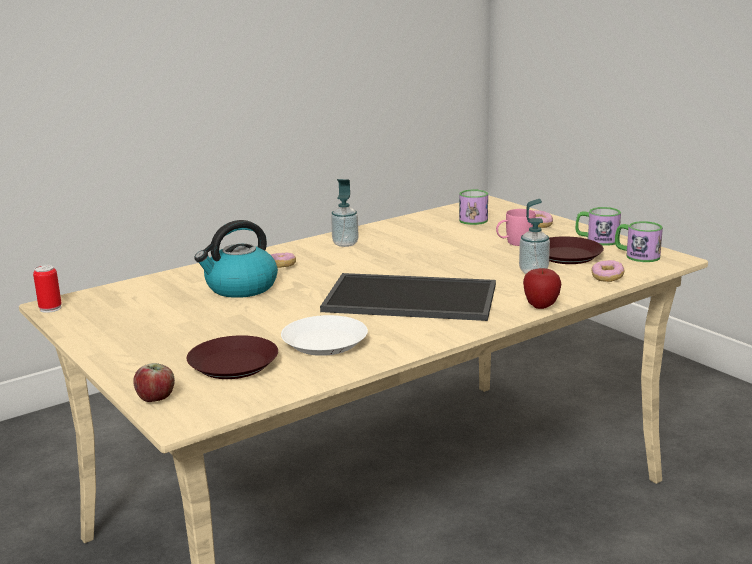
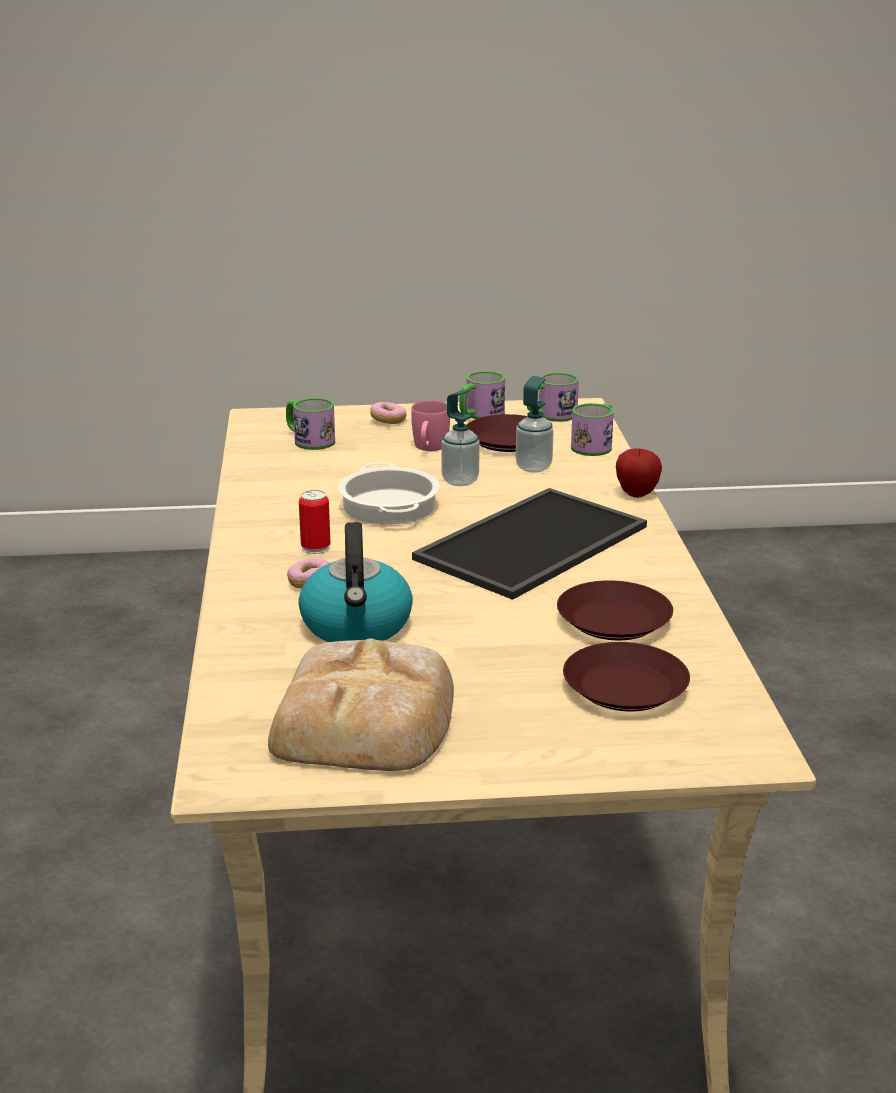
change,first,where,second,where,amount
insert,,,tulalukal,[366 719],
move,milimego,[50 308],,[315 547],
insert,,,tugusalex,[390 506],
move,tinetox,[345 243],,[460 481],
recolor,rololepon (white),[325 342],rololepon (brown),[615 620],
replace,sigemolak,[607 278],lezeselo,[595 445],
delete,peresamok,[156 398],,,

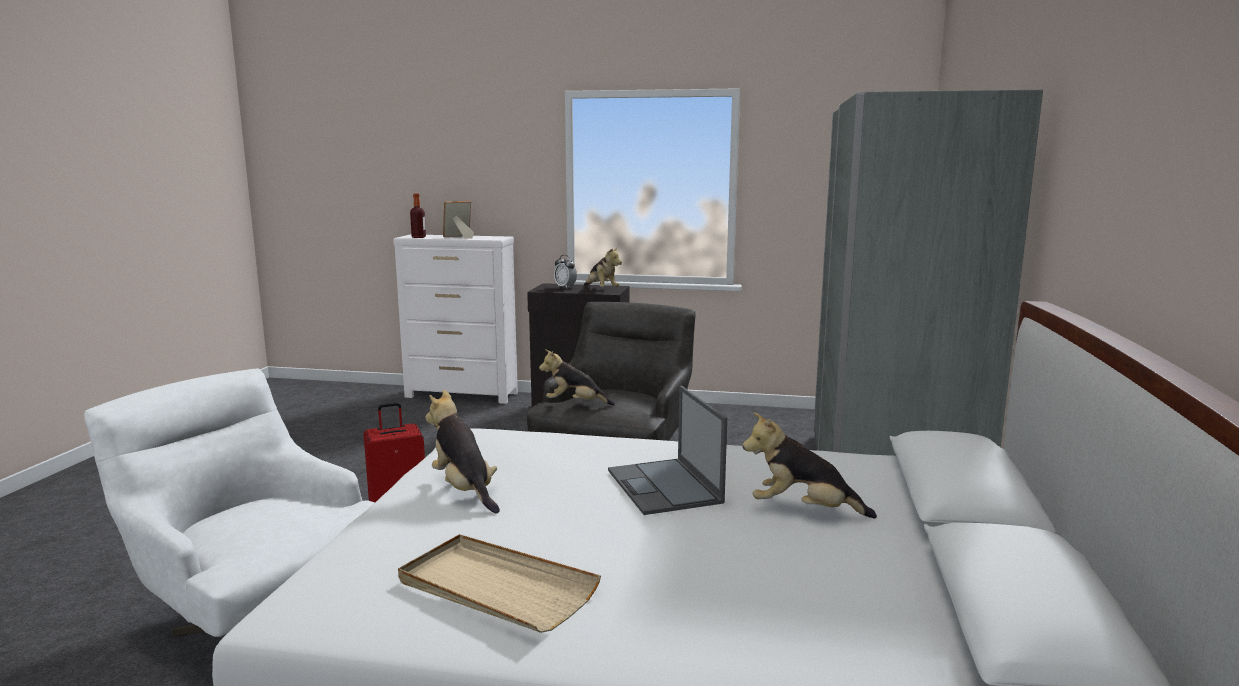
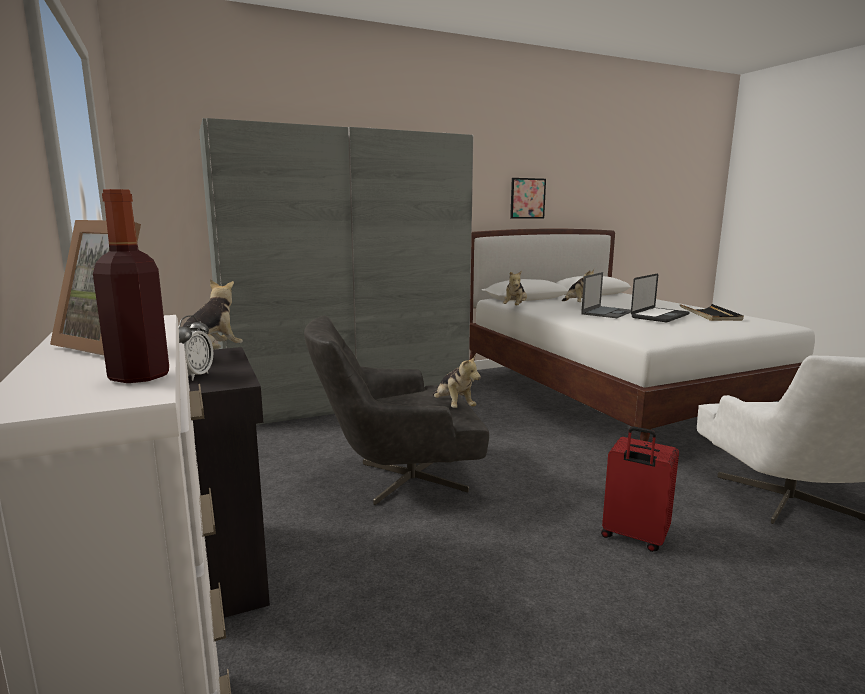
change,first,where,second,where,amount
move,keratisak,[464 490],,[515 307],
insert,,,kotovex,[527 198],
insert,,,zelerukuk,[660 316],
recolor,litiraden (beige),[495 588],litiraden (black),[710 315],

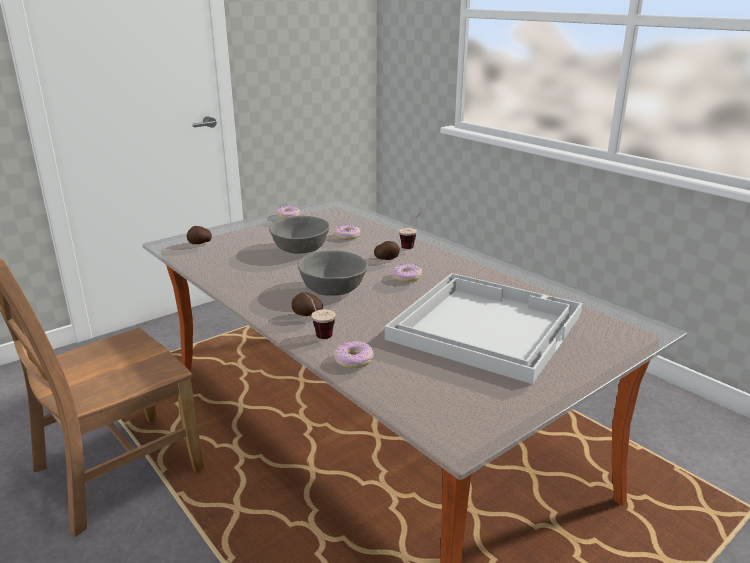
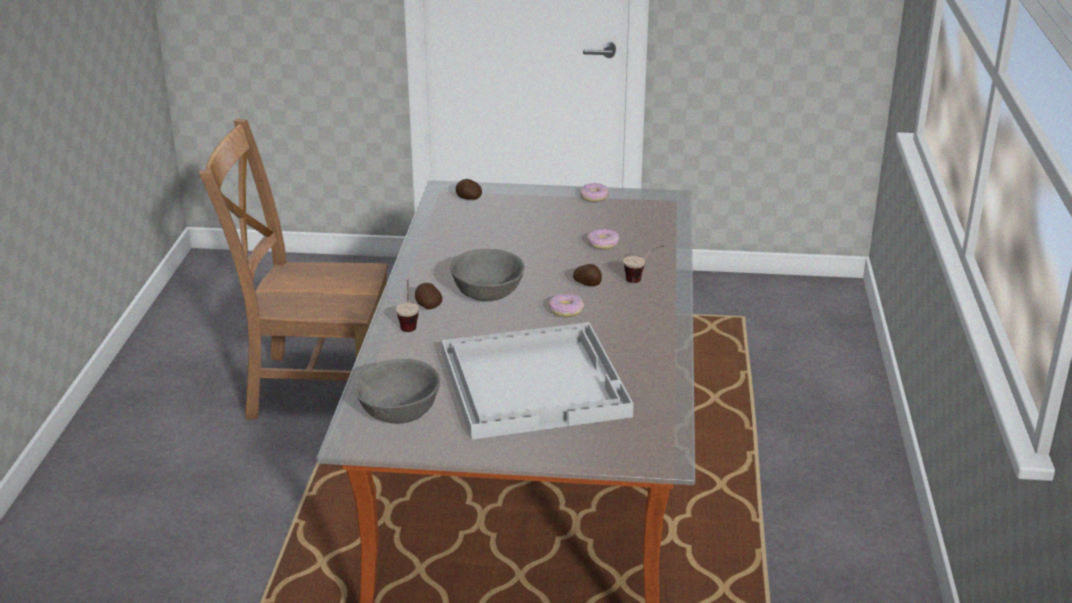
change,first,where,second,where,amount
move,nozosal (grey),[300 249],,[398 411],
delete,sigemolak,[354 360],,,

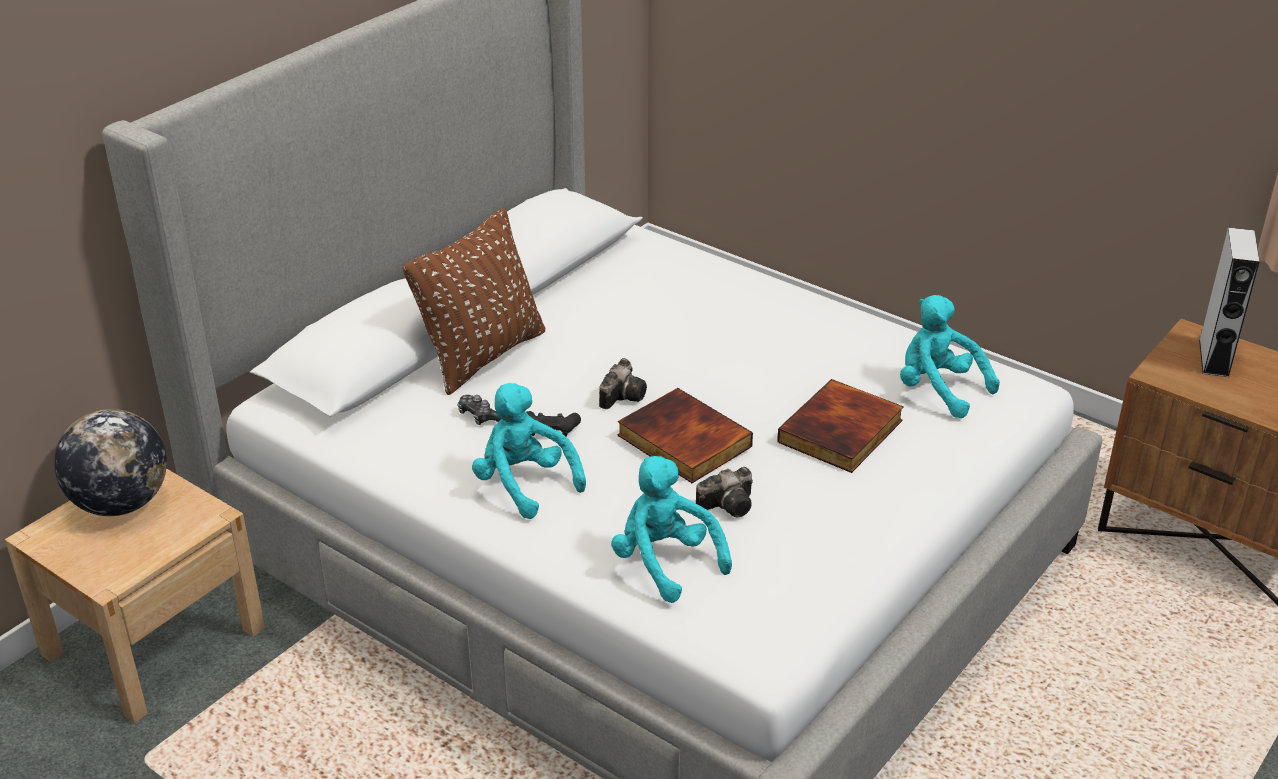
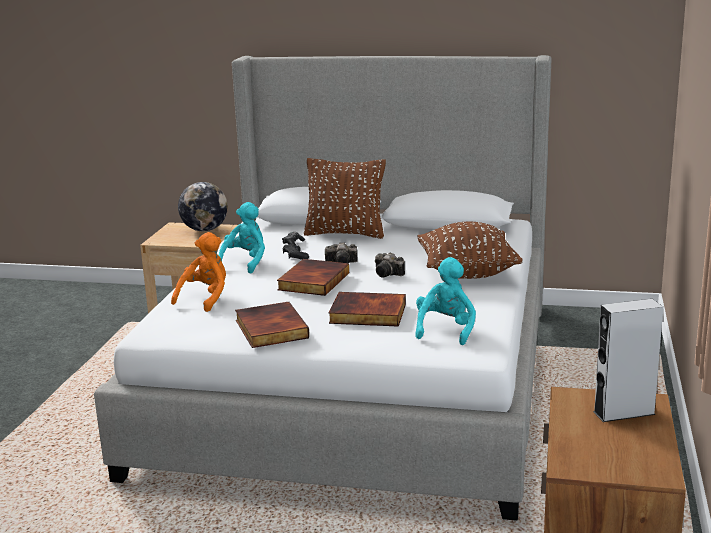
change,first,where,second,where,amount
recolor,keratisak (turquoise),[665 562],keratisak (orange),[206 298],
insert,,,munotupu,[269 329],
move,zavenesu,[730 504],,[388 274],
insert,,,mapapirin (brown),[467 273],

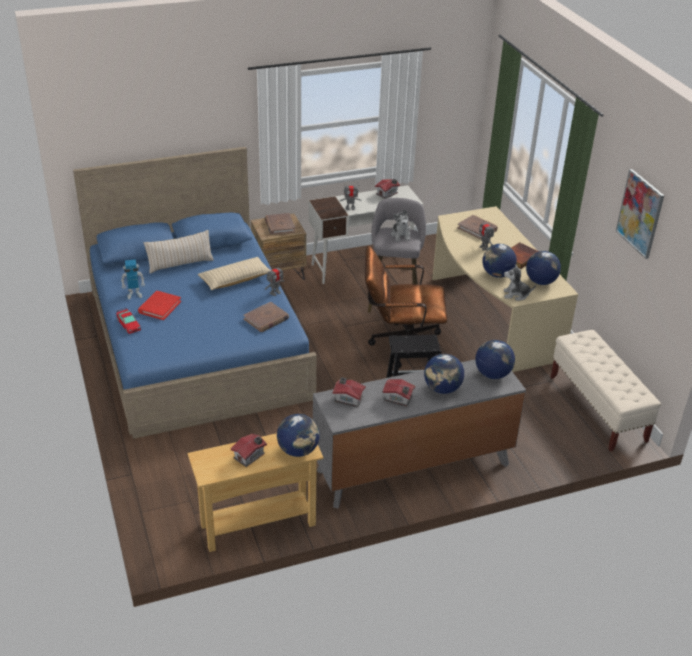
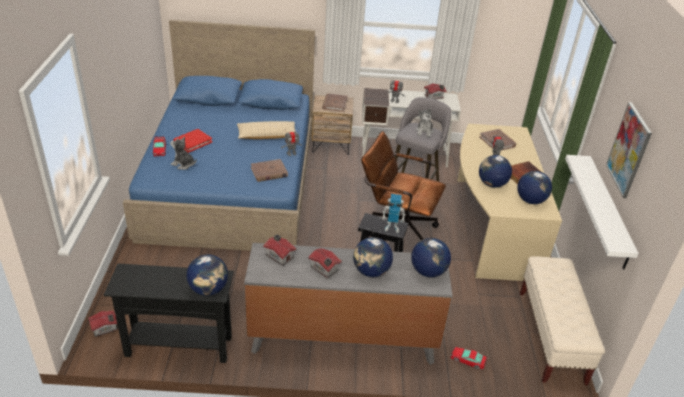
change,first,where,second,where,amount
move,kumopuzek,[250 456],,[105 328],
recolor,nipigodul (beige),[258 525],nipigodul (black),[179 346],
move,keratisak,[516 295],,[183 164],
move,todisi,[134 294],,[392 227],
insert,,,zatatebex,[468 360],
insert,,,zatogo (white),[608 212],
delete,mapapirin (beige),[180 264],,,

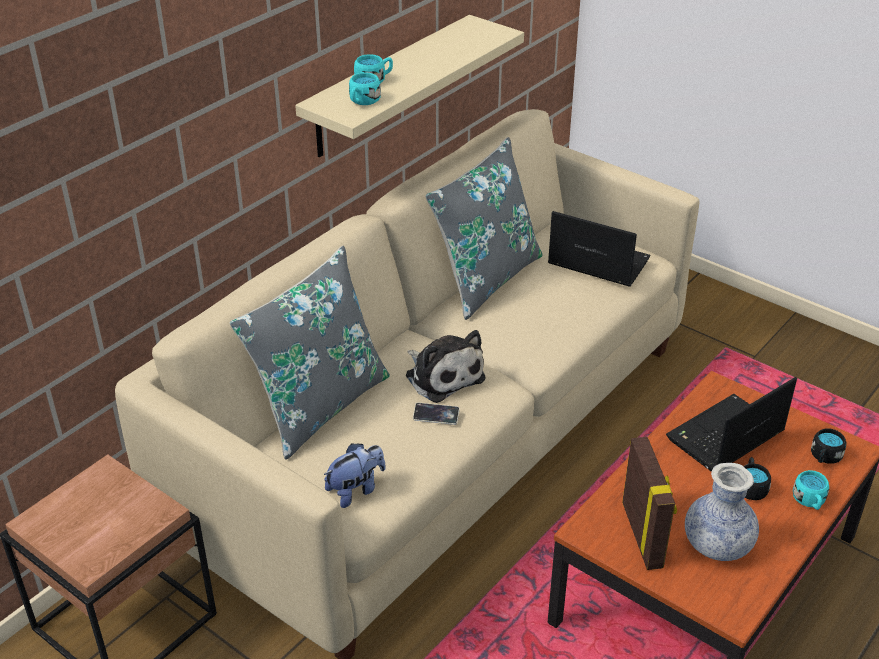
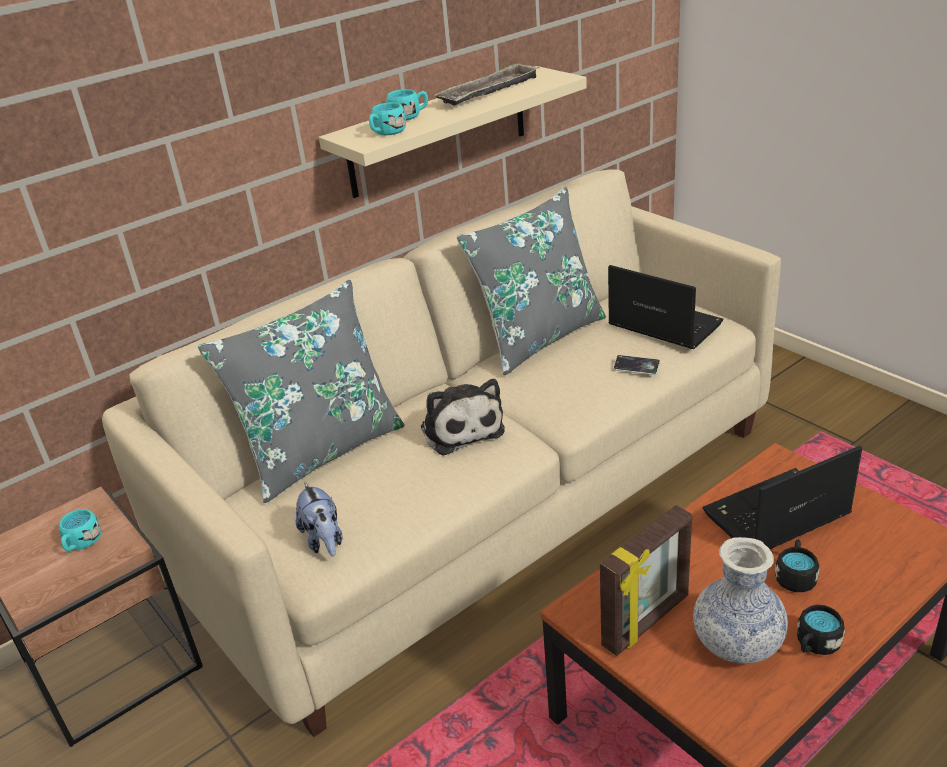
change,first,where,second,where,amount
move,lezeselo (turquoise),[810 501],,[81 543],
rotate,keratisak,[356 490],,[324 540],90 degrees clockwise
insert,,,litiraden,[489 92],
rotate,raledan,[643 535],,[647 622],45 degrees clockwise
move,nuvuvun,[436 416],,[636 367],
move,lezeselo (black),[824 457],,[815 644],

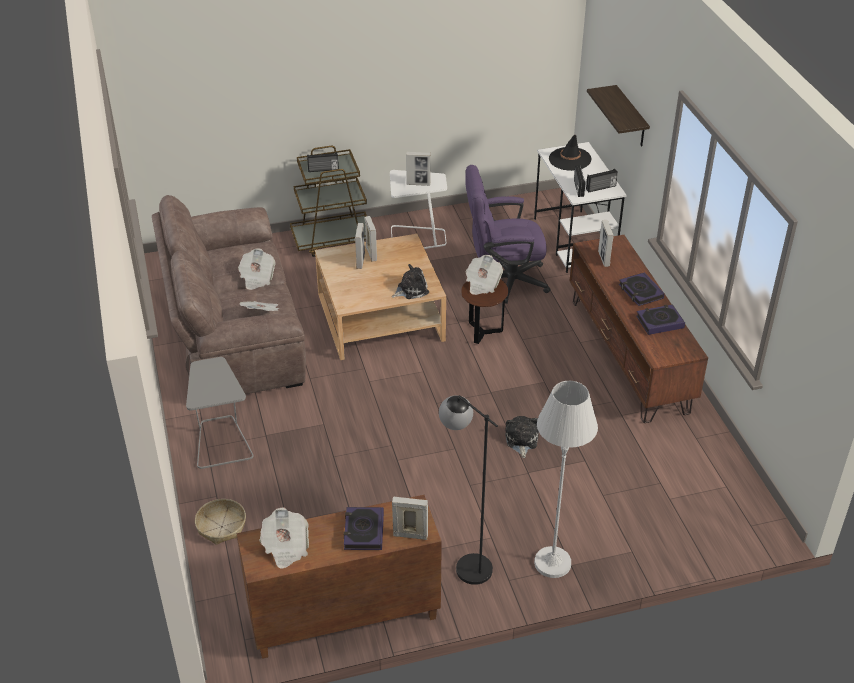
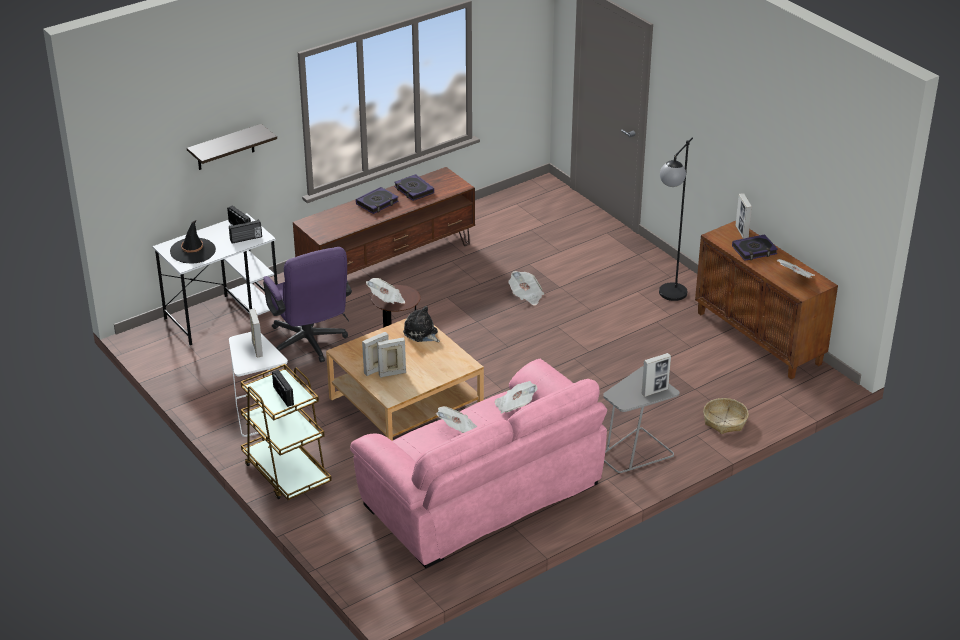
change,first,where,second,where,amount
recolor,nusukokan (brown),[234 334],nusukokan (pink),[483 495],
replace,keratisak,[521 440],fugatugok,[526 296],
move,raledan,[603 259],,[654 391],
delete,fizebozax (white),[552 563],,,

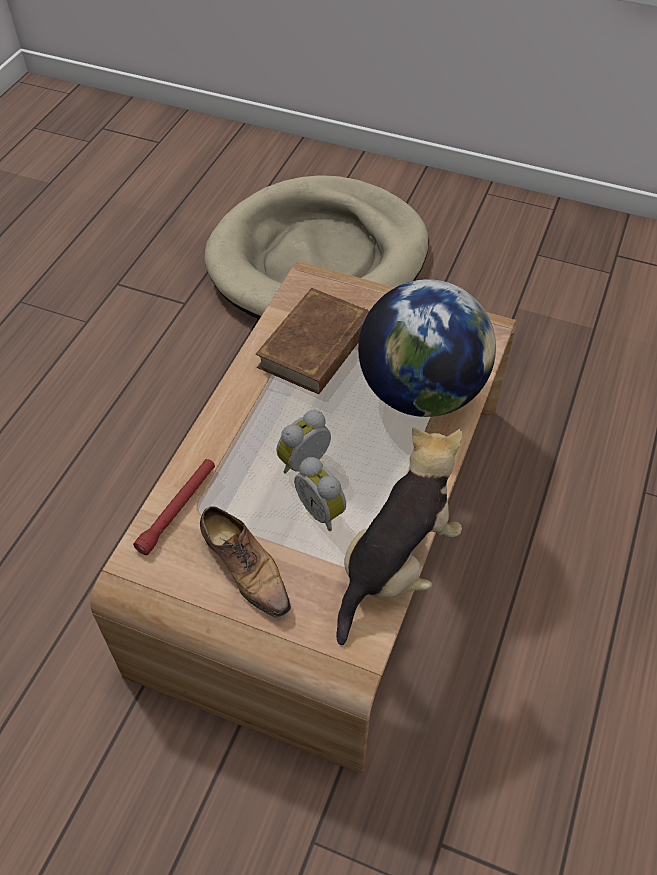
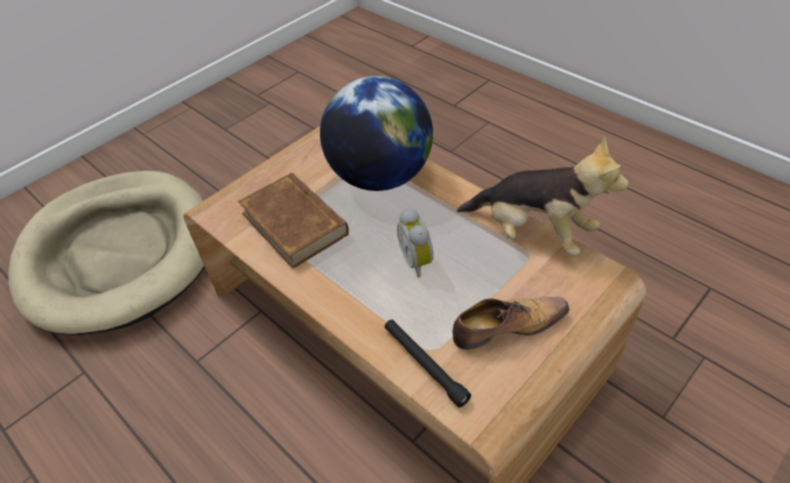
change,first,where,second,where,amount
recolor,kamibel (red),[178 509],kamibel (black),[424 364],
rotate,keratisak,[396 564],,[533 232],150 degrees clockwise
delete,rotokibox,[323 510],,,

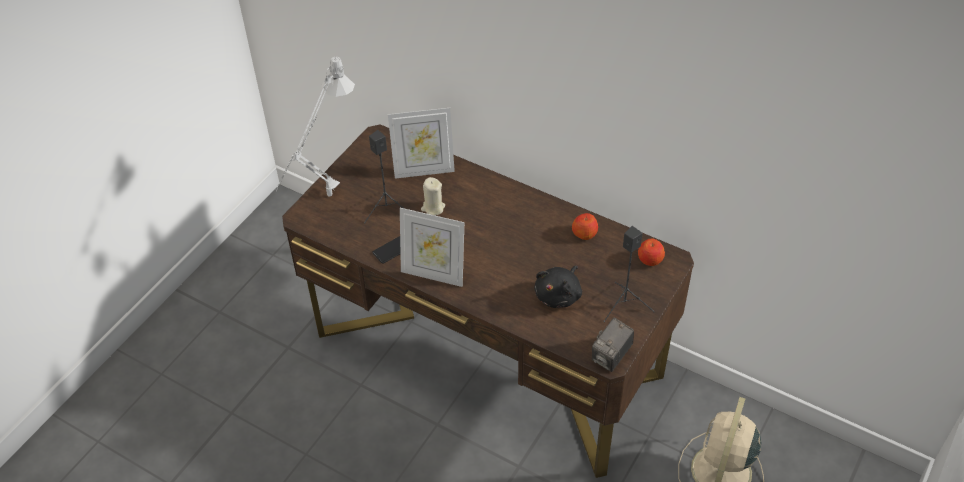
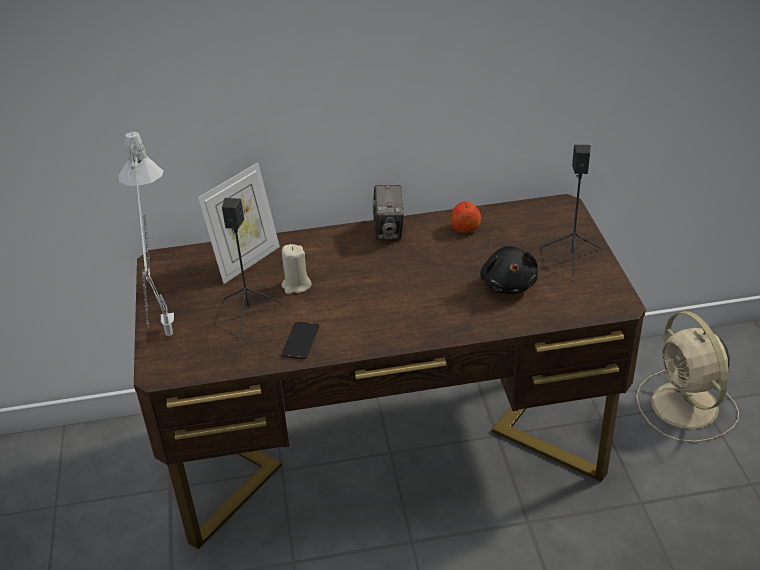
change,first,where,second,where,amount
move,zavenesu,[611 357],,[388 230],
delete,raledan,[433 274],,,
delete,peresamok,[650 259],,,

